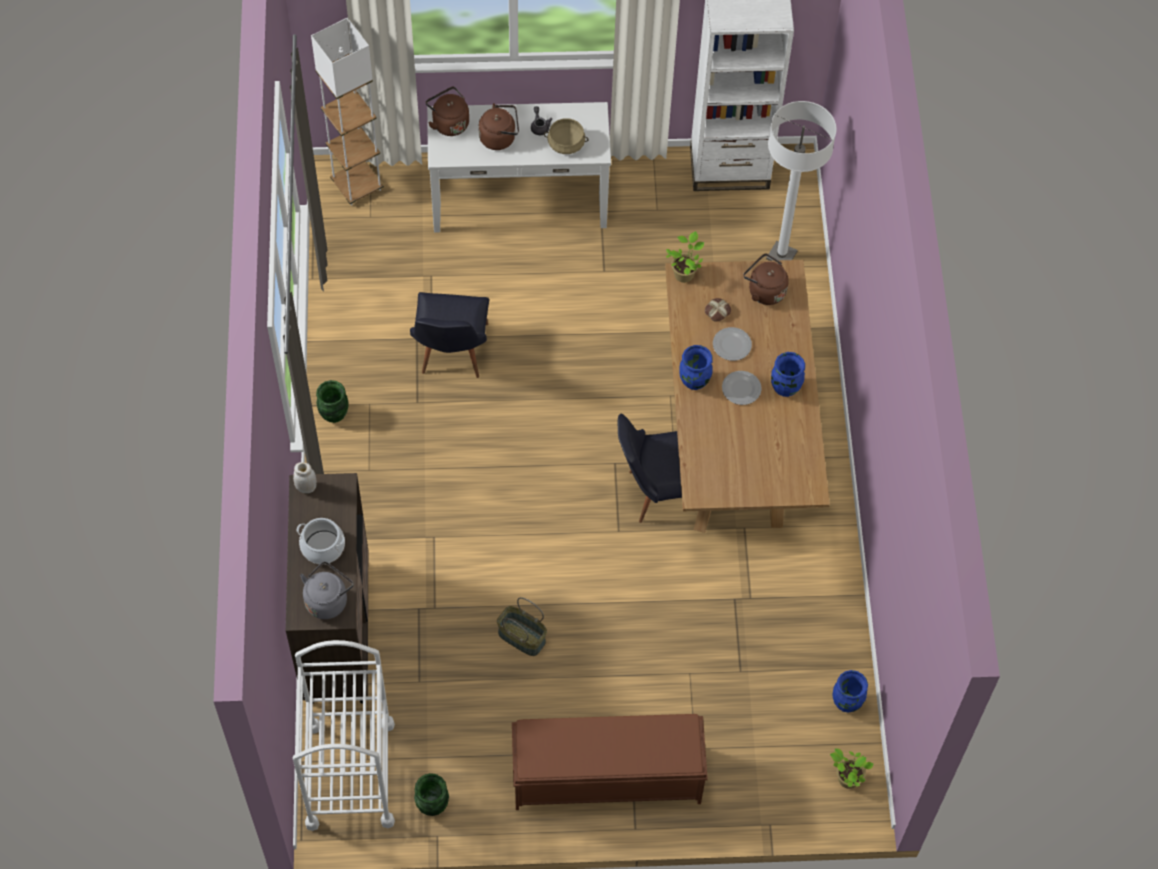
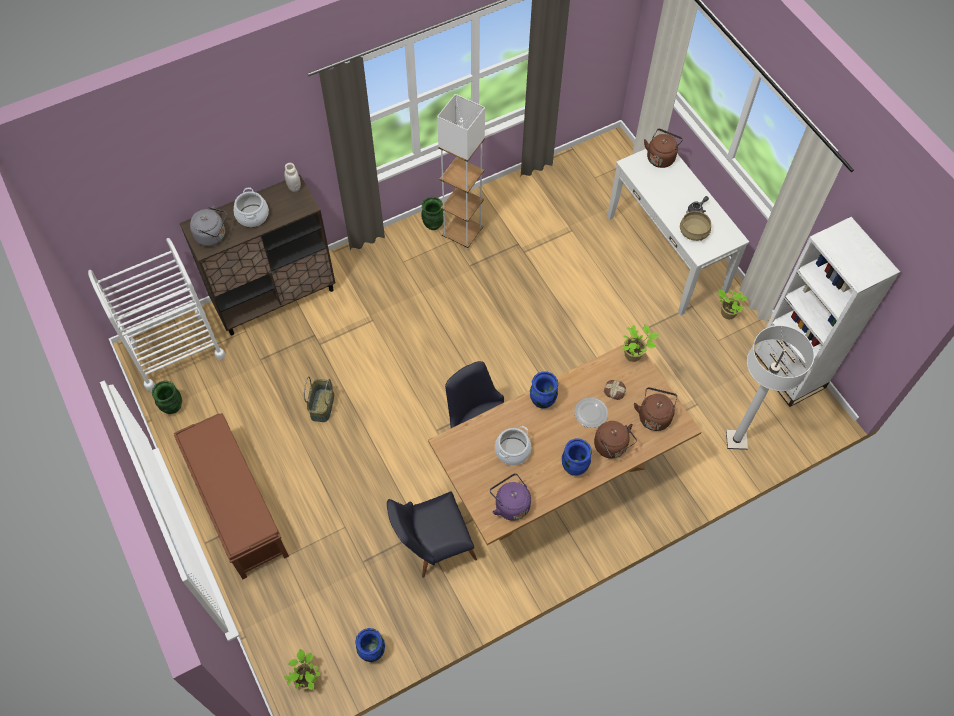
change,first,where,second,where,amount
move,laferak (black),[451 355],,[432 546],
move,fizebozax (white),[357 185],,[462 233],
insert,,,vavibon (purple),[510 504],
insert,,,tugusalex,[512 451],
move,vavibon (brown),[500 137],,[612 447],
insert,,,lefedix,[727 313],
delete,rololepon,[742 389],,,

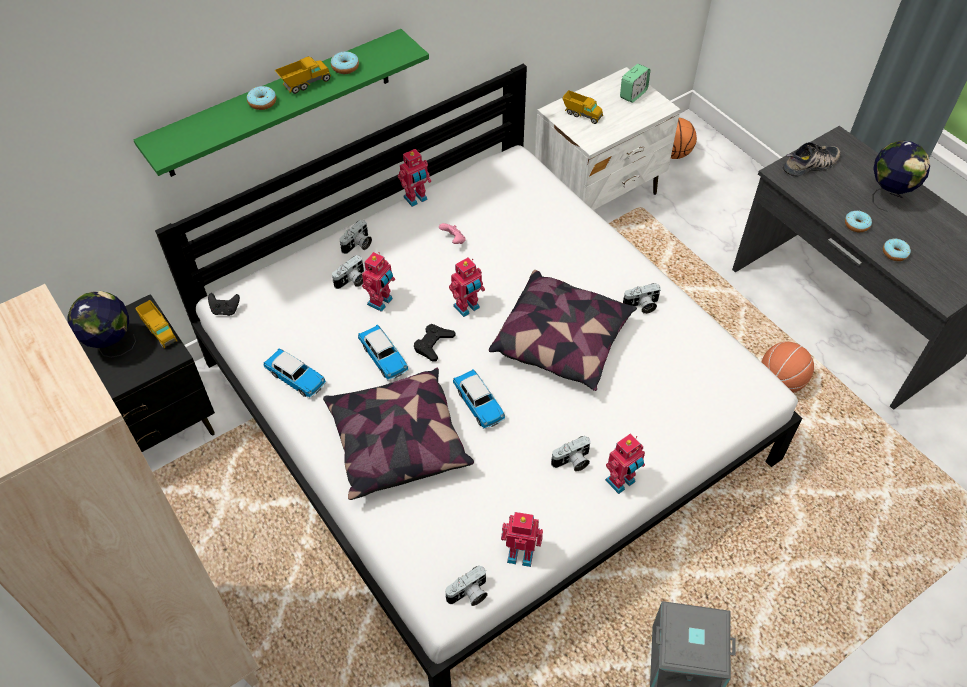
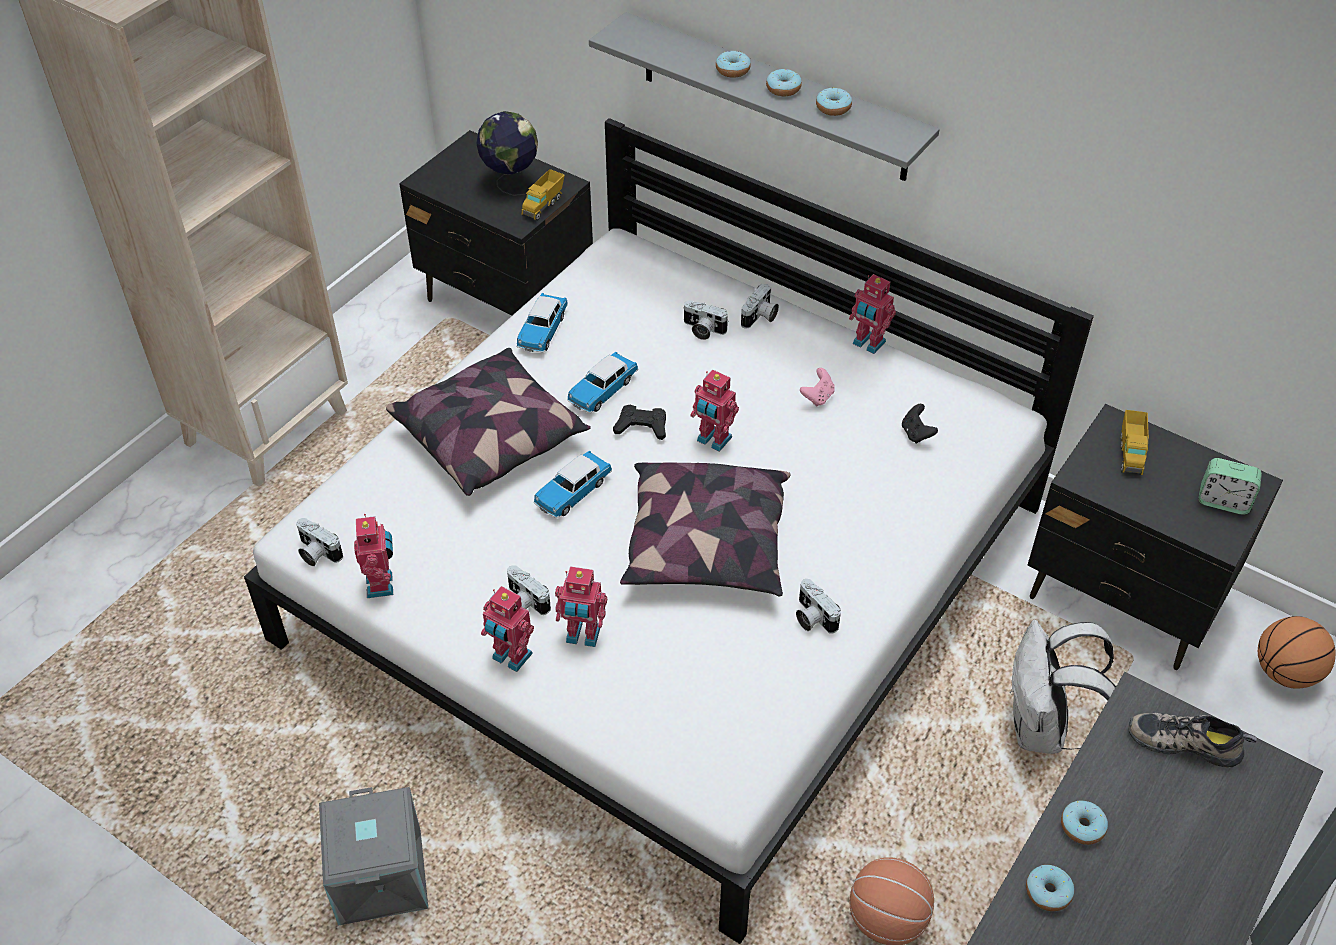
change,first,where,second,where,amount
move,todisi,[381 302],,[582 636],
recolor,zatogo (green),[279 104],zatogo (grey),[773 97],
rotate,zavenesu,[358 245],,[760 317],75 degrees counterclockwise
replace,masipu,[305 84],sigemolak,[783 89],
move,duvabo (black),[225 310],,[916 433],
insert,,,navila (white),[1042 729],
recolor,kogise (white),[599 194],kogise (black),[1124 598],
rotate,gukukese,[810 165],,[1185 741],150 degrees clockwise
delete,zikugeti,[888 196],,,

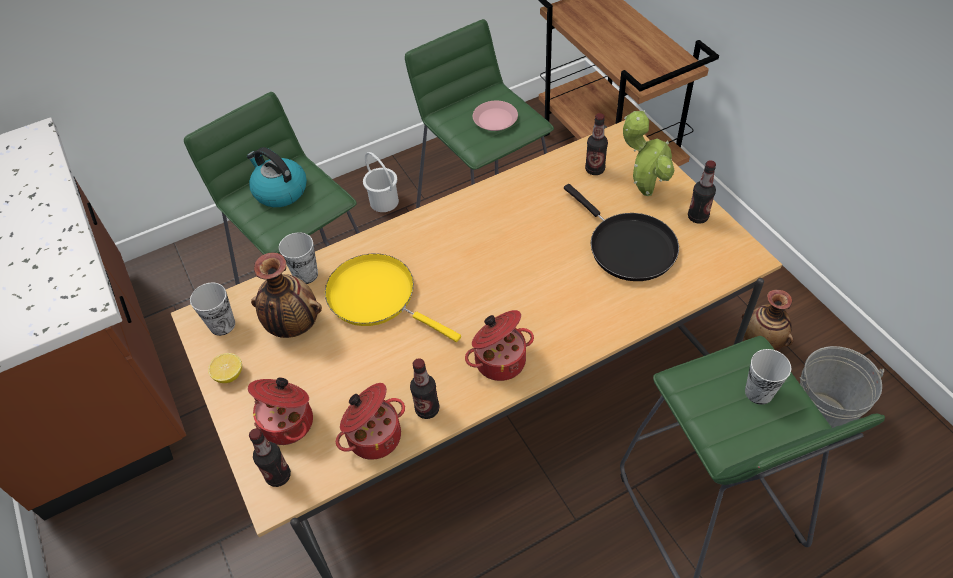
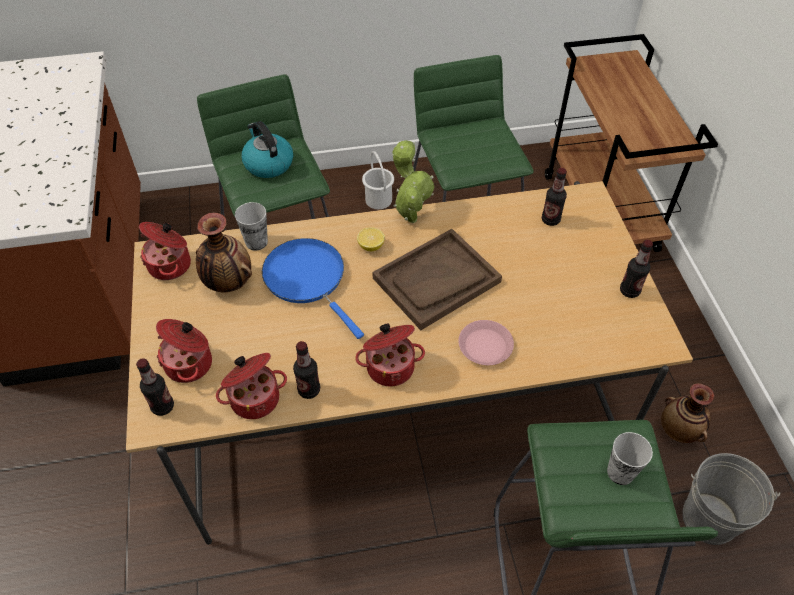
change,first,where,second,where,amount
replace,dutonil,[222 325],tugusalex,[171 265],
recolor,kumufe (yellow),[377 297],kumufe (blue),[308 279],
move,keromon,[229 375],,[371 246],
insert,,,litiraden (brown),[436 280],
move,lefedix,[644 190],,[410 216],
move,rololepon (pink),[495 120],,[485 346],
delete,kumufe (black),[627 247],,,

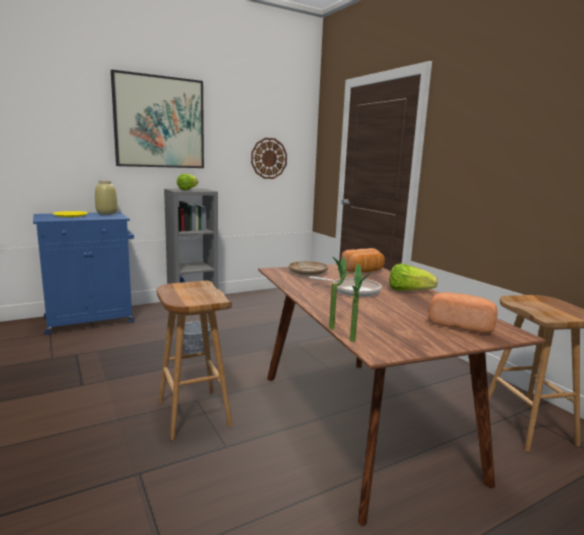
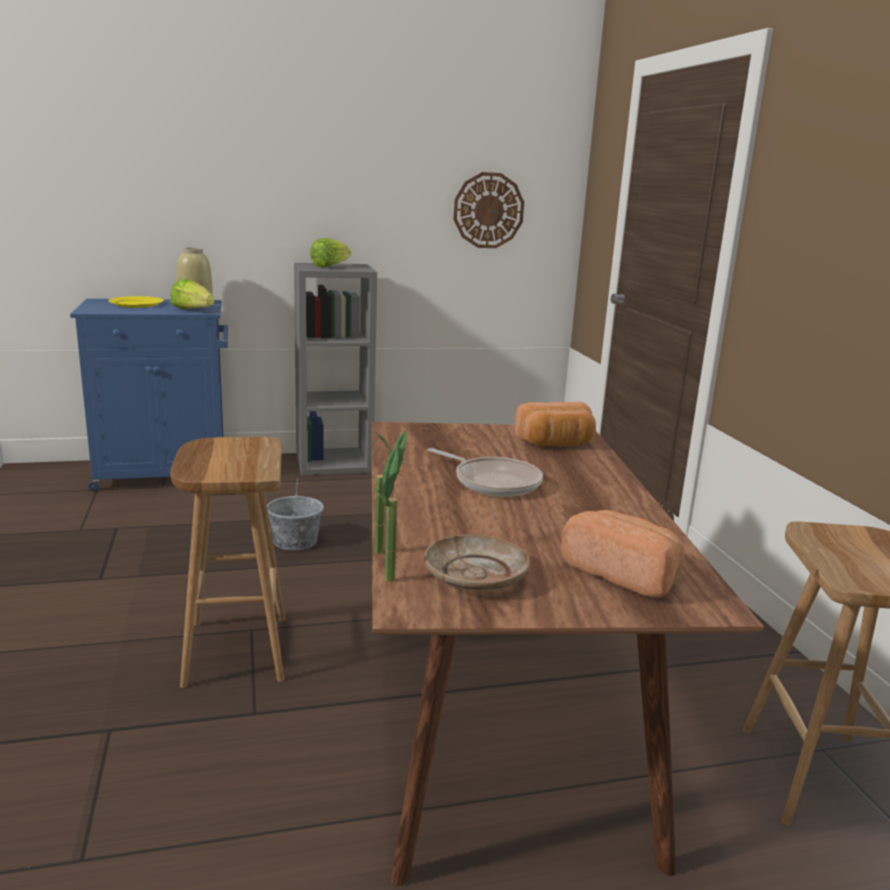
change,first,where,second,where,amount
move,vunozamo,[408 291],,[192 310],
move,rololepon (beige),[308 273],,[475 576],
delete,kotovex,[159 122],,,

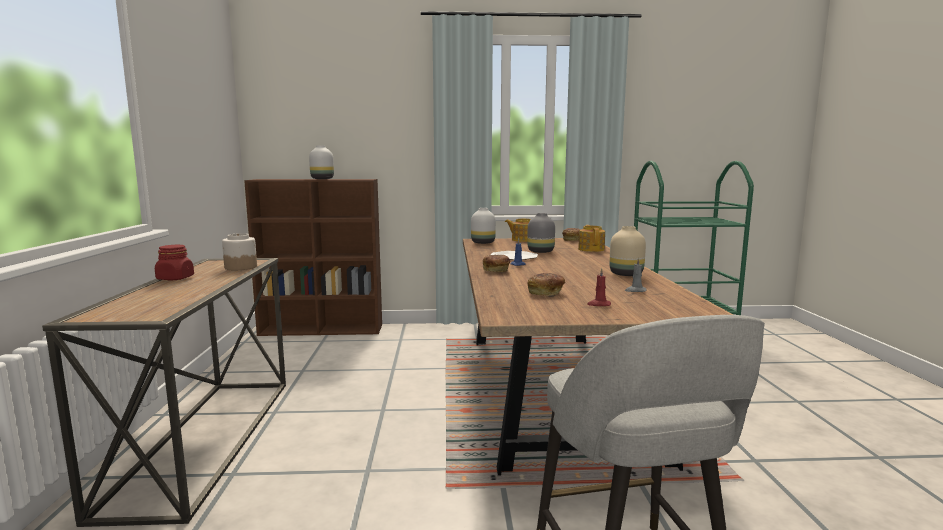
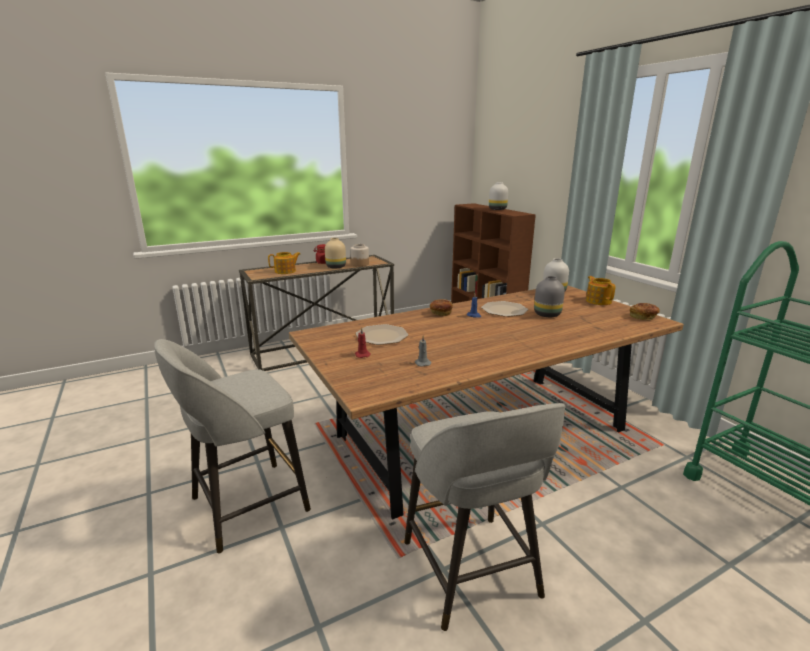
change,first,where,second,where,amount
move,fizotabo,[591 249],,[286 271],
move,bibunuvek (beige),[625 274],,[336 267],
replace,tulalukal,[546 293],rololepon,[382 336],
insert,,,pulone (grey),[472 572],

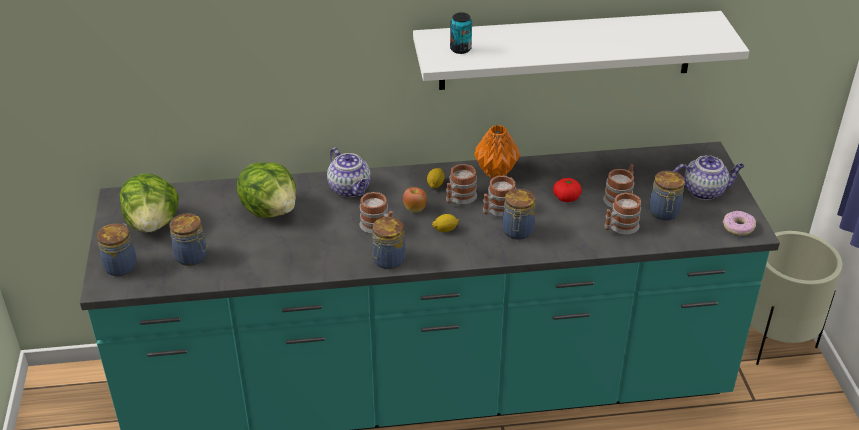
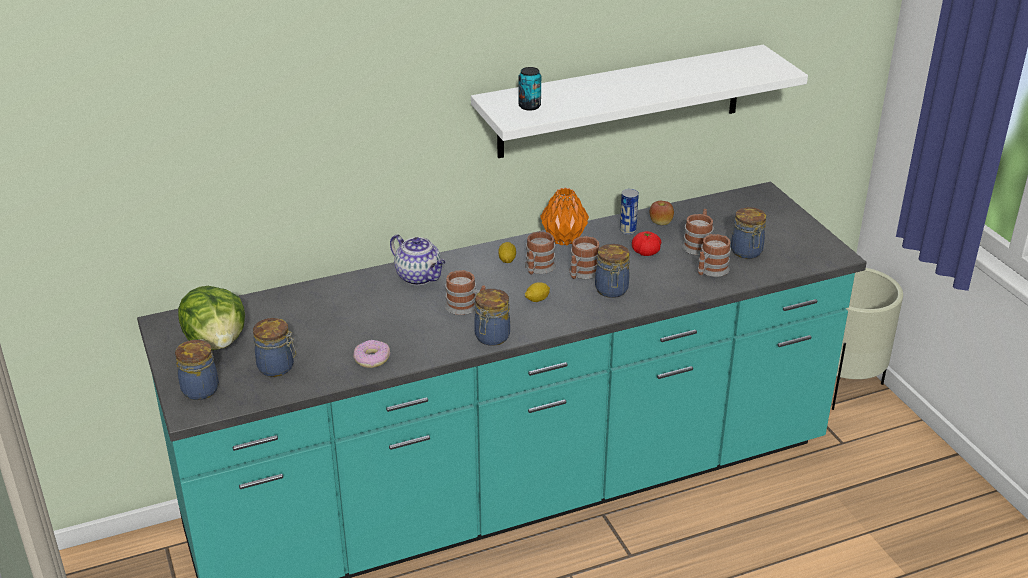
change,first,where,second,where,amount
move,sigemolak,[738 227],,[371 359],
insert,,,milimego,[627 230],
move,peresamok,[414 209],,[660 223],
delete,vunozamo,[270 210],,,
delete,fizotabo,[704 191],,,

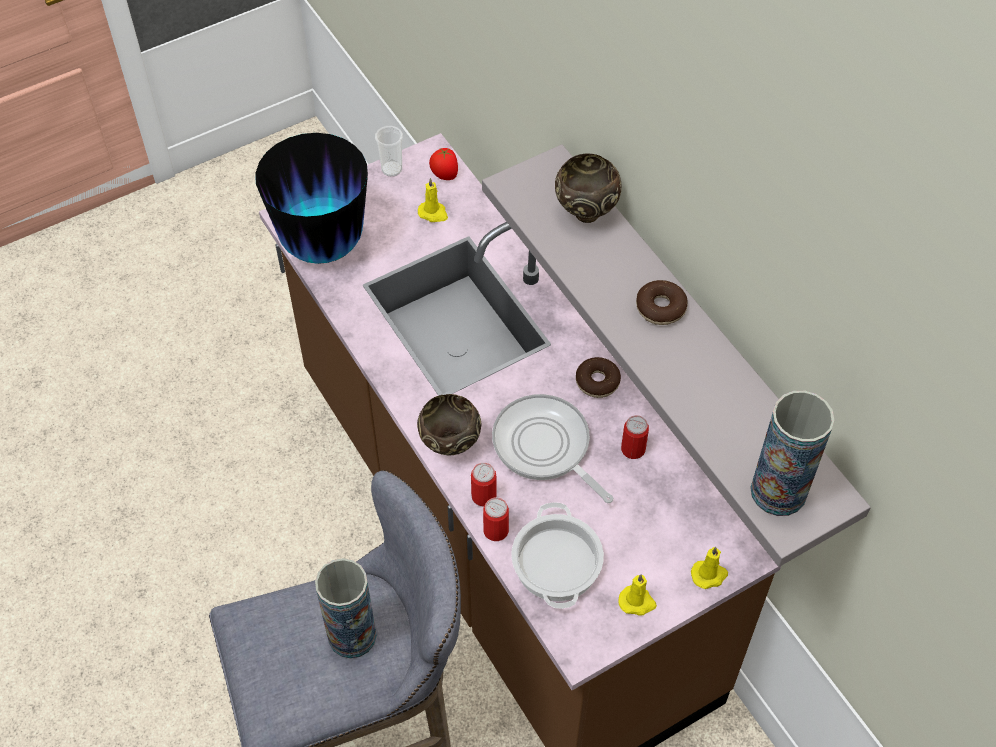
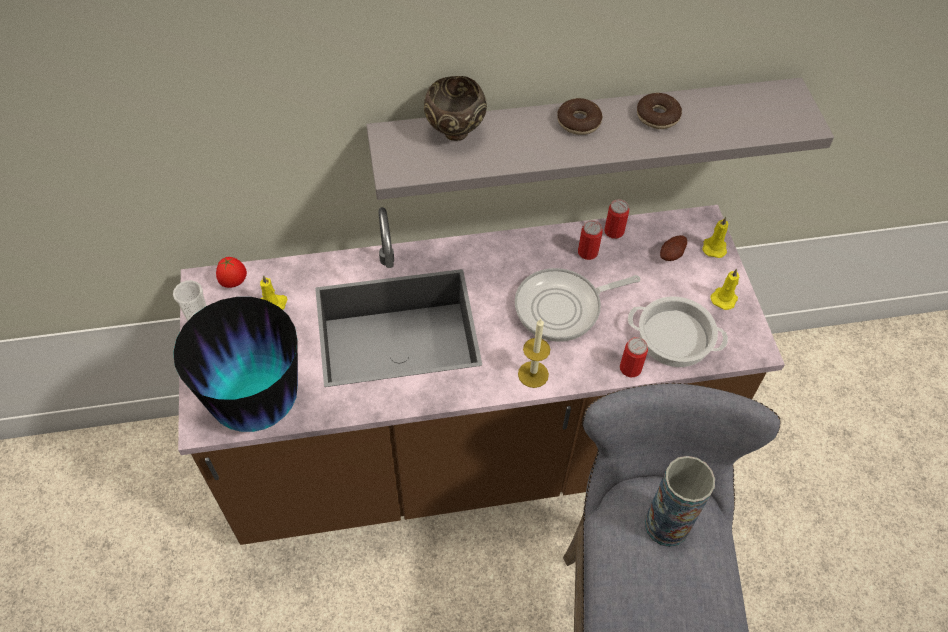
change,first,where,second,where,amount
replace,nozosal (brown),[449 445],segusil,[533 374],
move,milimego,[484 496],,[614 231],
move,sigemolak,[597 381],,[657 116],
insert,,,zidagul,[672 255],
delete,bibunuvek,[778 491],,,

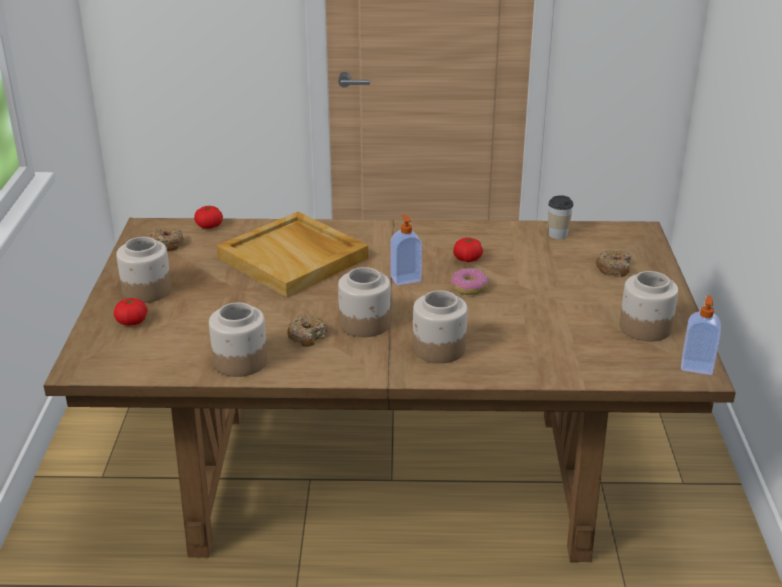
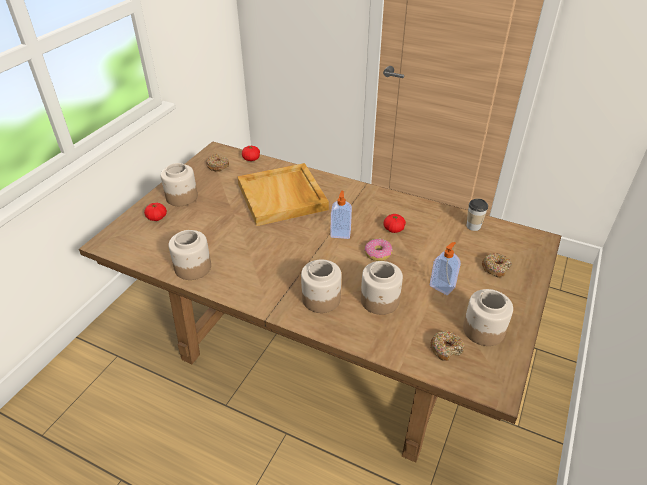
change,first,where,second,where,amount
move,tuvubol,[365 324],,[380 301],
move,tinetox,[696 366],,[442 286],
move,sigemolak,[307 336],,[446 349],

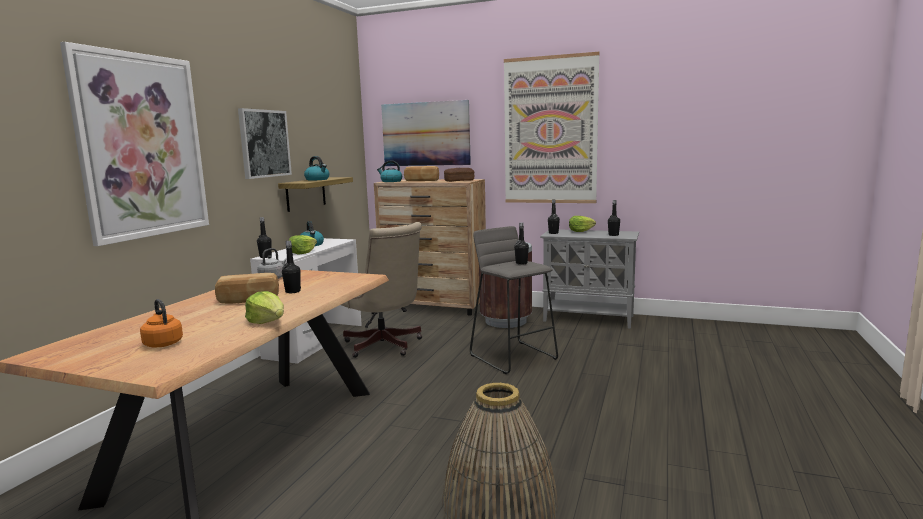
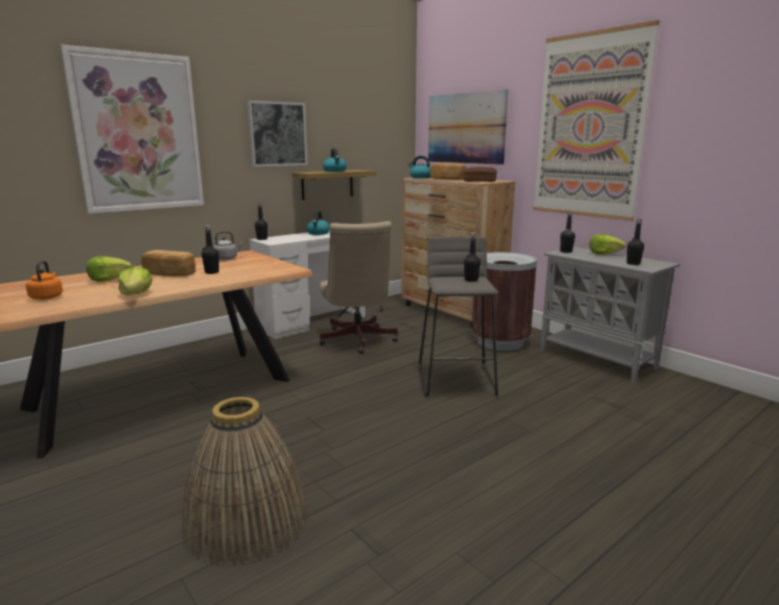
change,first,where,second,where,amount
move,vunozamo,[302 253],,[108 279],

